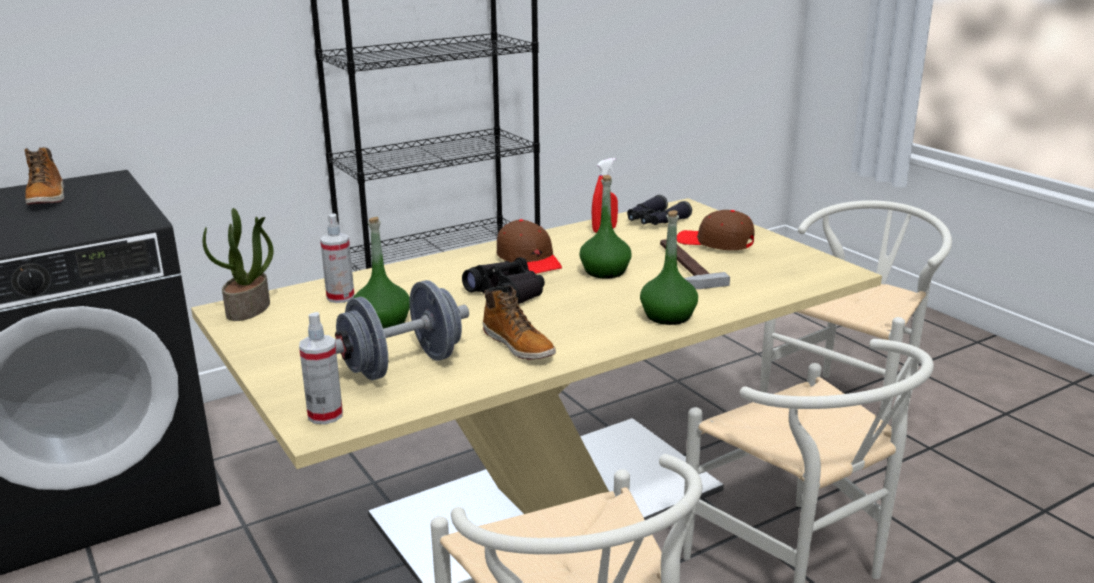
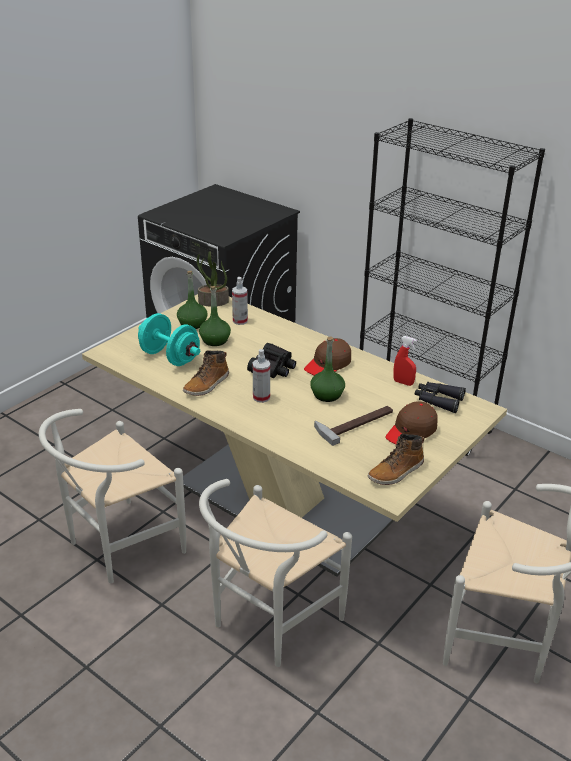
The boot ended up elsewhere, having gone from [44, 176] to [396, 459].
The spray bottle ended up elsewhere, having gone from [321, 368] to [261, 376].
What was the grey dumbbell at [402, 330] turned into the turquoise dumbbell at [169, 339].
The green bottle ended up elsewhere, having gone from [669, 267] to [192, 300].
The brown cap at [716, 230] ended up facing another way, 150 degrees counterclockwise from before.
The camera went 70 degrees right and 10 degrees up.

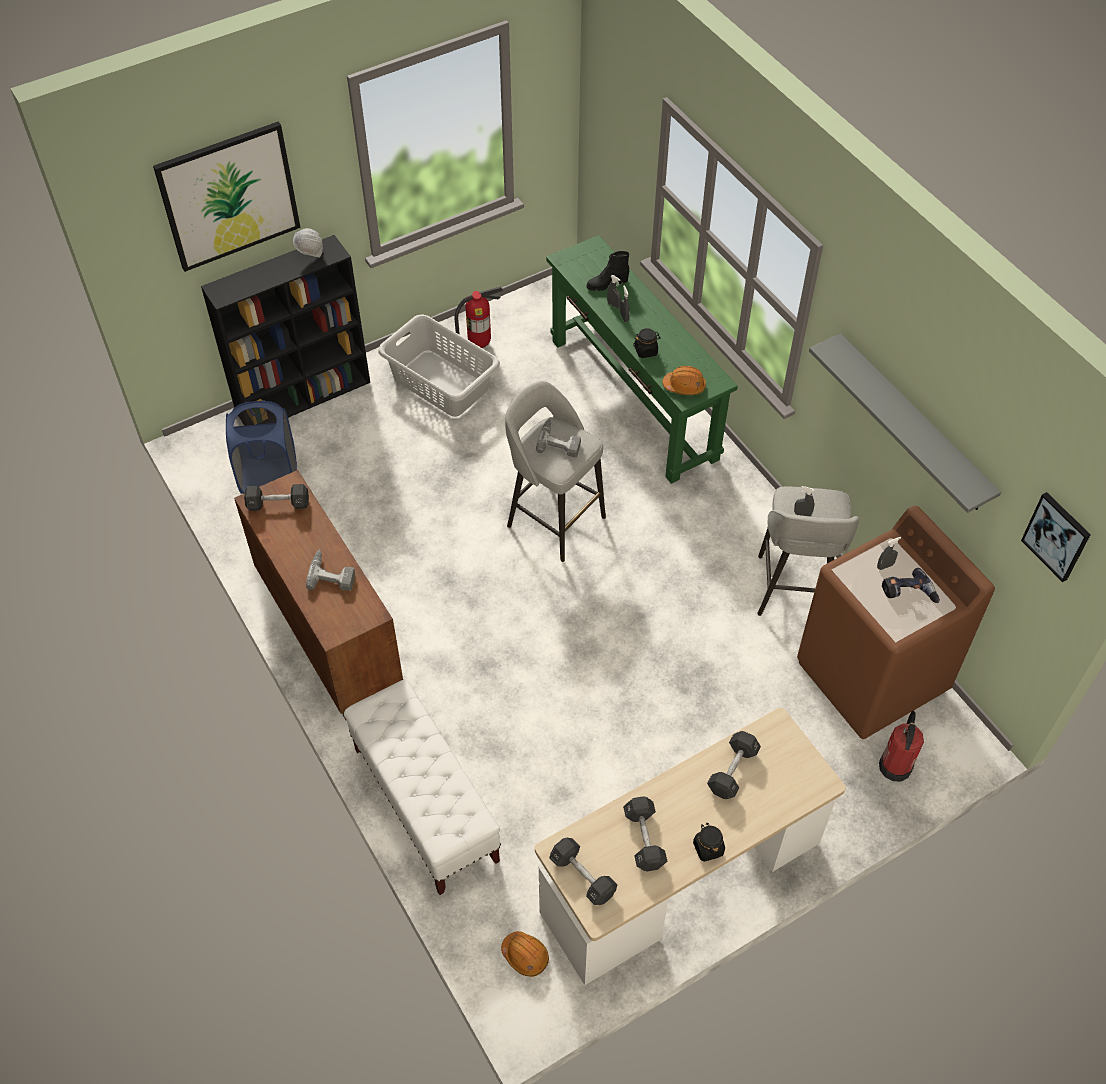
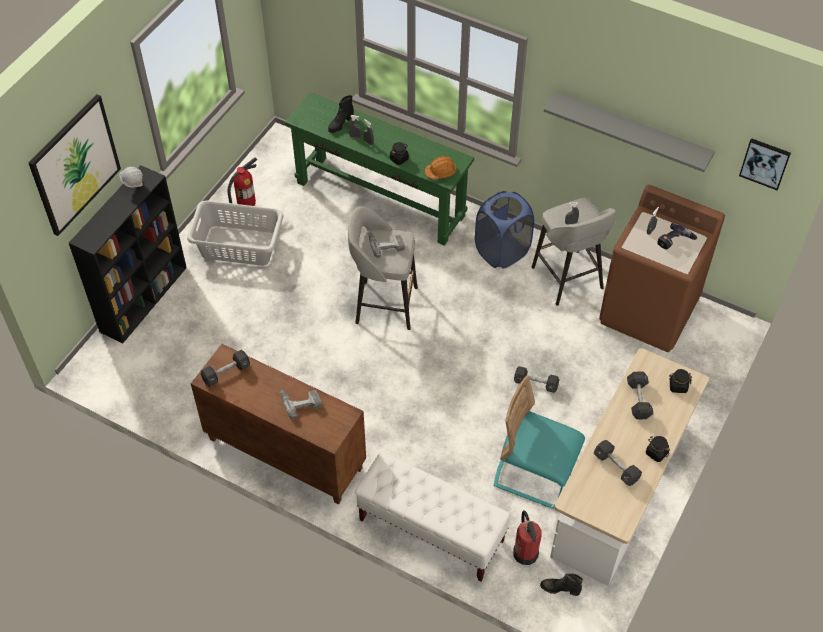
The blue laundry basket ended up elsewhere, having gone from [261, 447] to [504, 229].
Where the orange hard hat stood at [525, 954], the black boot came to stand at [561, 584].
The black dumbbell ended up elsewhere, having gone from [583, 871] to [536, 379].
The fire extinguisher ended up elsewhere, having gone from [901, 746] to [527, 537].
The second view gained the turquoise chair at [539, 441].
The second view gained the black jar at [680, 381].
The camera went 30 degrees left and 0 degrees up.

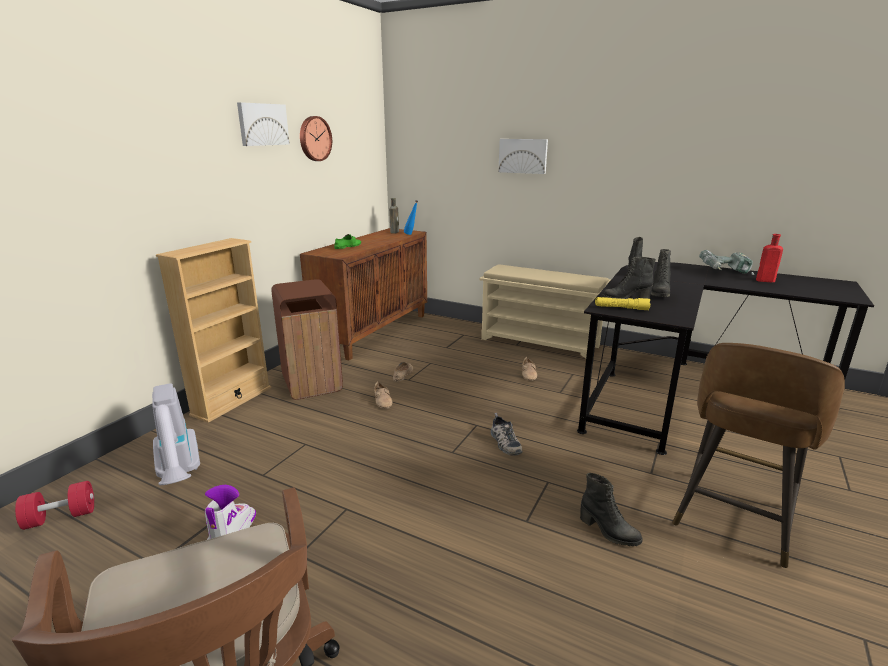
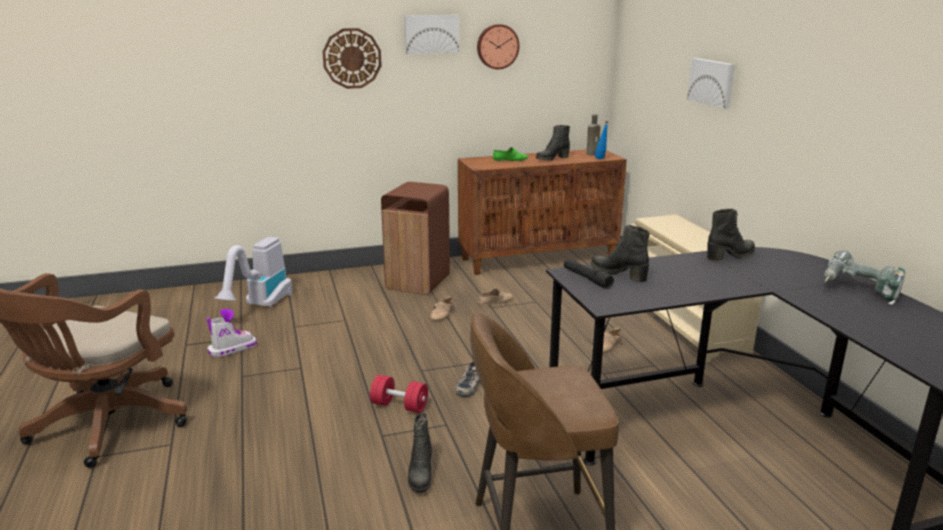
The red dumbbell ended up elsewhere, having gone from [54, 505] to [399, 394].
The second view lost the beige bookcase at [213, 330].
What was the yellow flashlight at [622, 303] turned into the black flashlight at [589, 274].
The black boot ended up elsewhere, having gone from [661, 273] to [553, 143].
The second view lost the red bottle at [769, 258].
The second view gained the wall clock at [352, 58].
The camera went 45 degrees right and 0 degrees up.

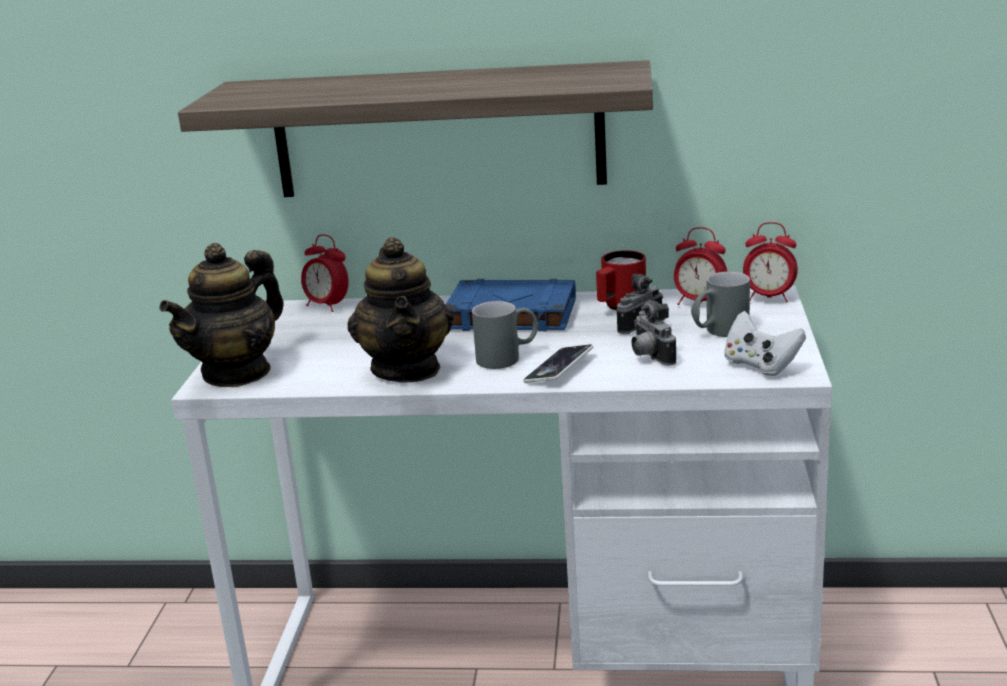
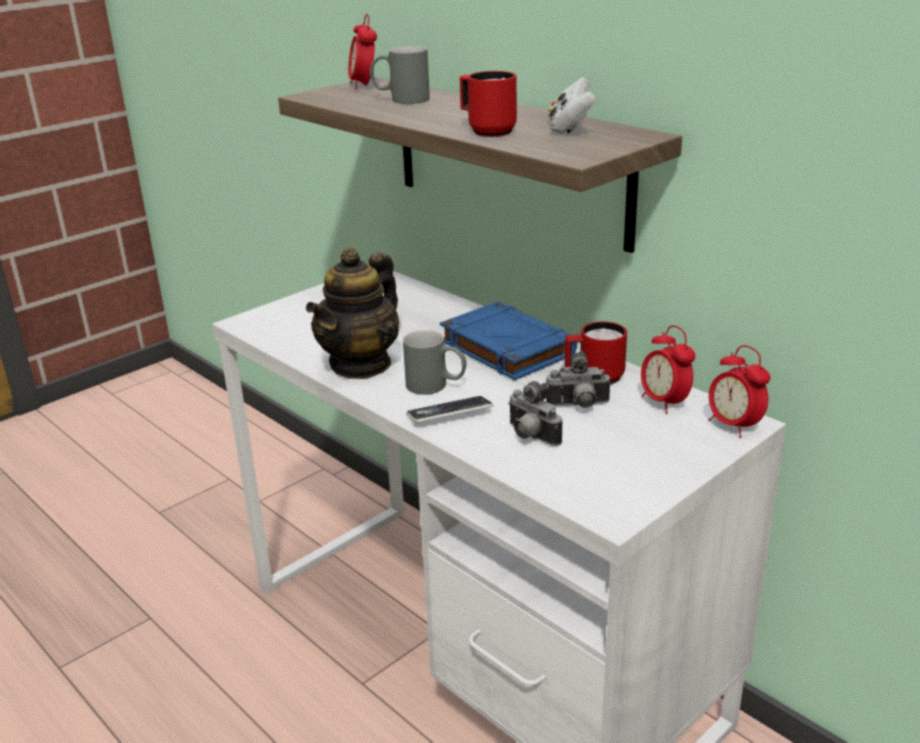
The second view lost the teapot at [221, 315].
The alarm clock ended up elsewhere, having gone from [325, 273] to [362, 52].
The photo camera at [654, 333] ended up facing another way, 60 degrees counterclockwise from before.
The grey mug ended up elsewhere, having gone from [720, 304] to [400, 75].
The white game controller ended up elsewhere, having gone from [765, 343] to [572, 105].
The second view gained the red mug at [488, 104].
The camera went 40 degrees right and 5 degrees up.

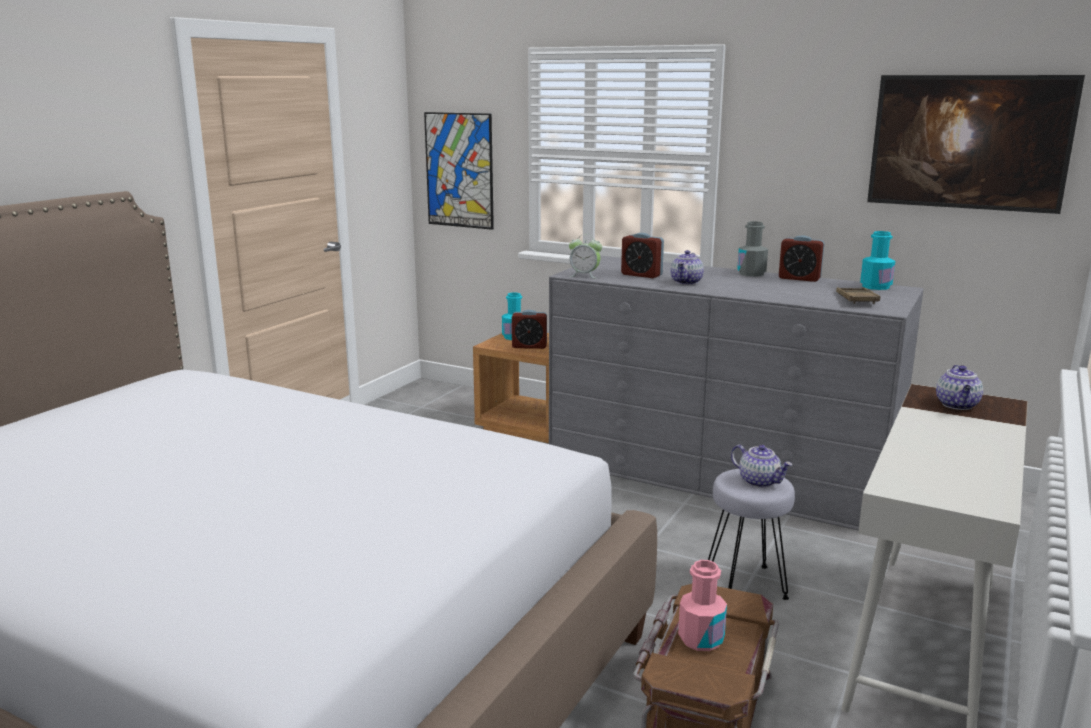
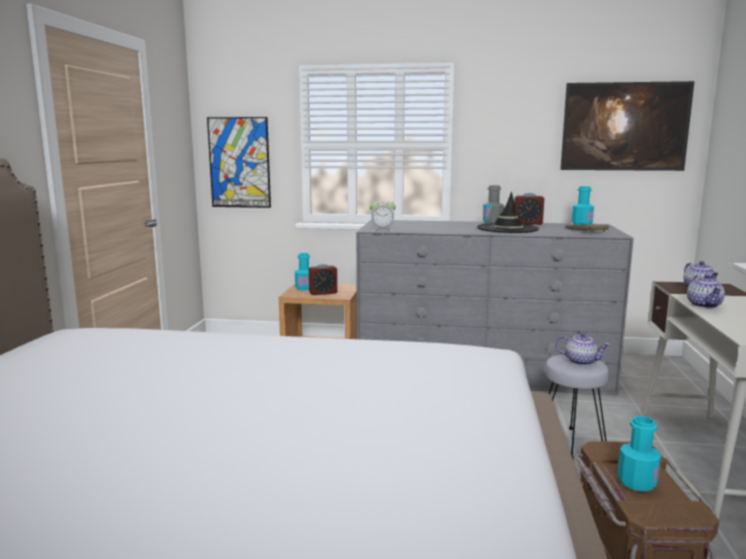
The second view lost the alarm clock at [642, 255].
The teapot ended up elsewhere, having gone from [687, 267] to [706, 291].
What was the pink bottle at [702, 605] turned into the turquoise bottle at [639, 454].
The second view gained the black hat at [508, 212].
The camera went 20 degrees left and 5 degrees down.

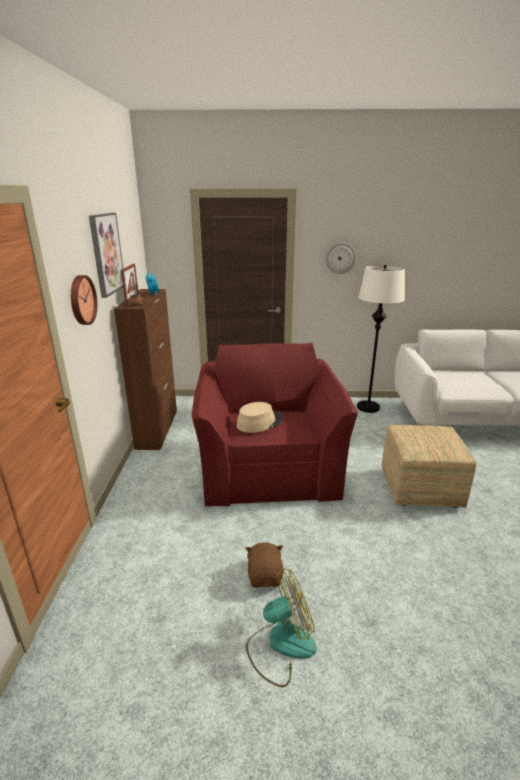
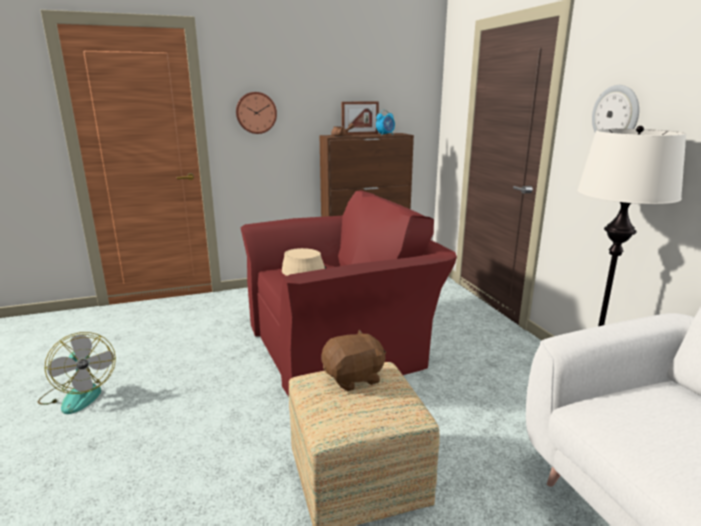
The second view lost the picture at [106, 255].
The brown plush toy ended up elsewhere, having gone from [264, 565] to [353, 360].
The camera went 70 degrees right and 5 degrees down.

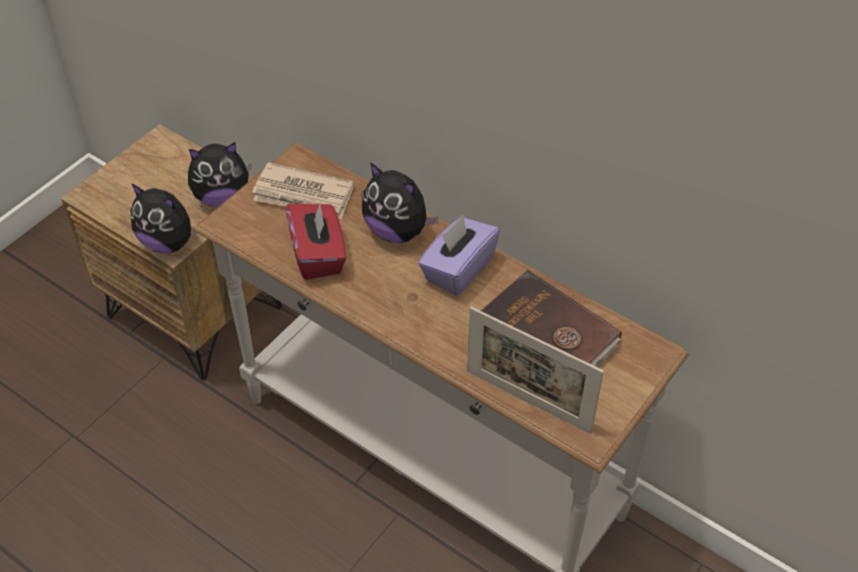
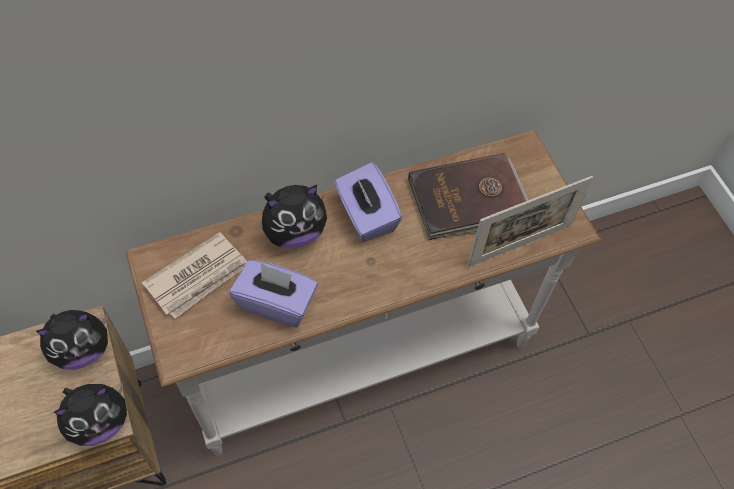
The plush toy at [220, 174] ended up facing another way, 45 degrees clockwise from before.
What was the red tissue box at [316, 240] turned into the purple tissue box at [274, 294].
The camera went 60 degrees left and 10 degrees up.

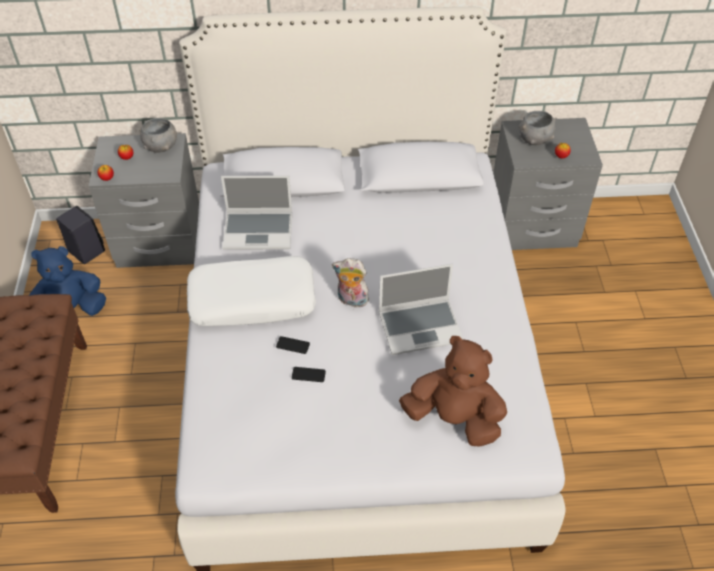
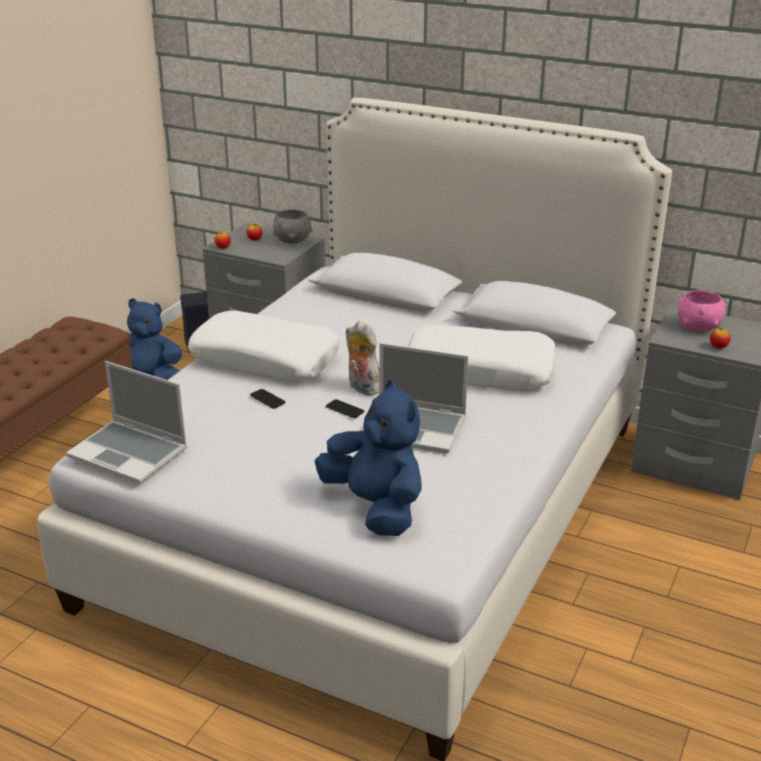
The laptop ended up elsewhere, having gone from [256, 212] to [126, 422].
The phone ended up elsewhere, having gone from [309, 374] to [345, 408].
What was the brown plush toy at [453, 391] turned into the blue plush toy at [368, 458].
What was the grey bowl at [537, 128] turned into the pink bowl at [702, 311].
The second view gained the white pillow at [482, 357].
The camera went 30 degrees right and 20 degrees down.

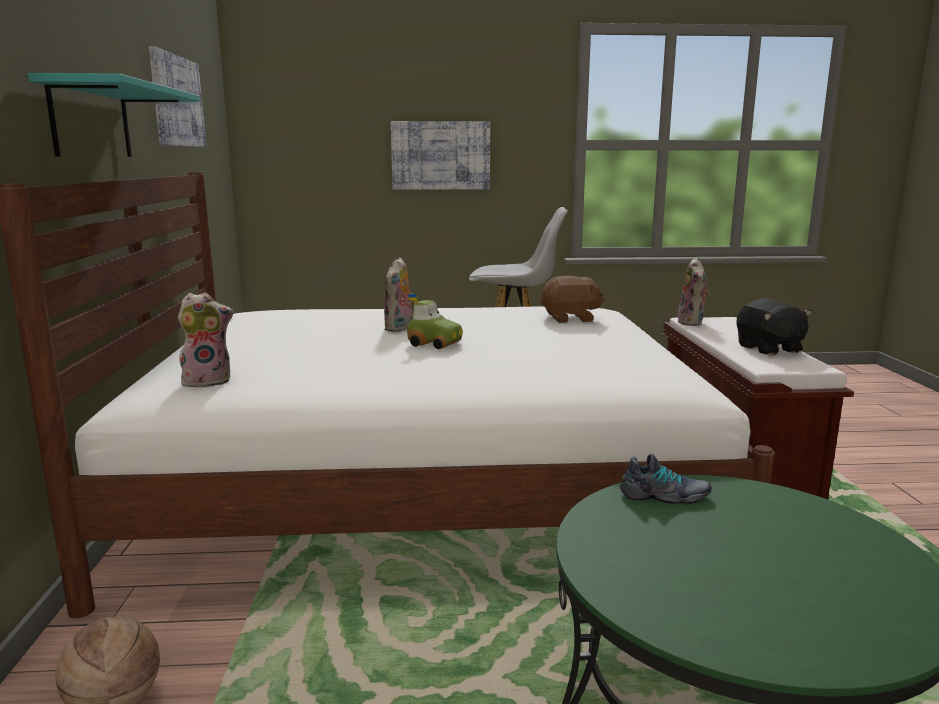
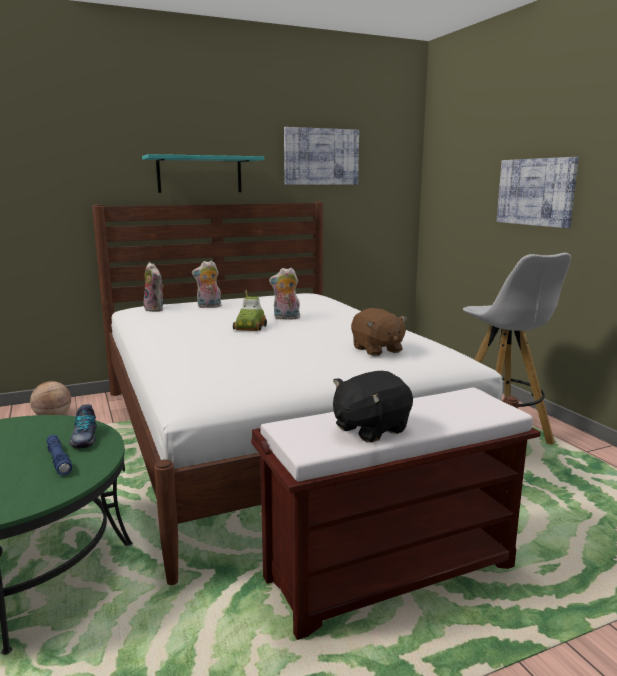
The plush toy ended up elsewhere, having gone from [693, 292] to [206, 284].
The second view gained the blue flashlight at [59, 455].
The camera went 70 degrees right and 0 degrees up.

